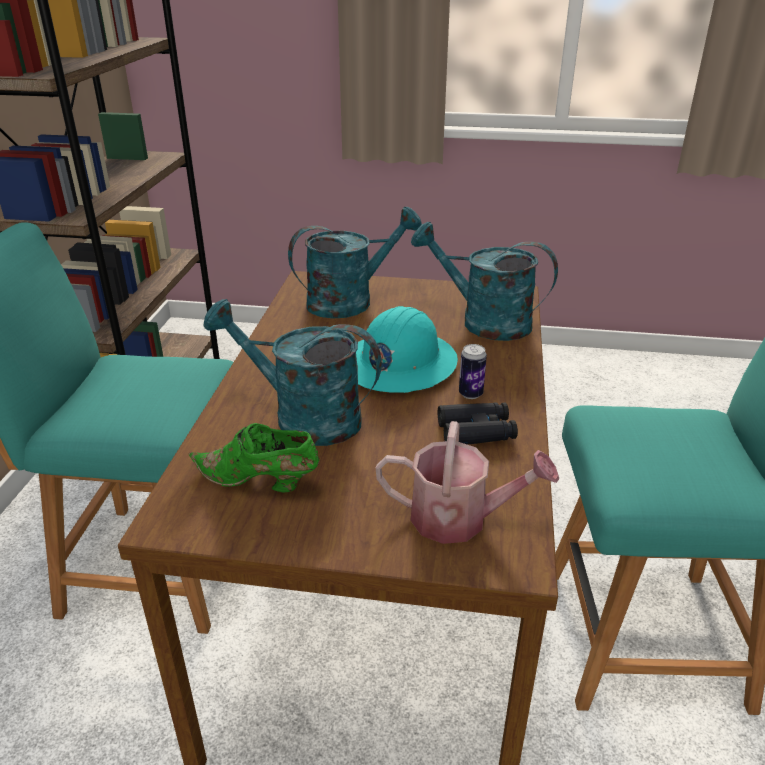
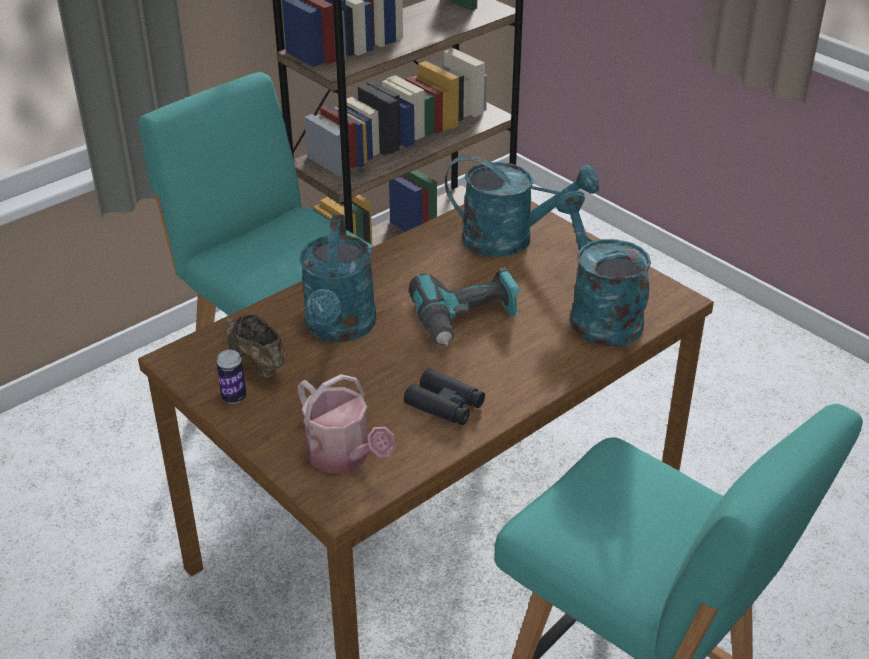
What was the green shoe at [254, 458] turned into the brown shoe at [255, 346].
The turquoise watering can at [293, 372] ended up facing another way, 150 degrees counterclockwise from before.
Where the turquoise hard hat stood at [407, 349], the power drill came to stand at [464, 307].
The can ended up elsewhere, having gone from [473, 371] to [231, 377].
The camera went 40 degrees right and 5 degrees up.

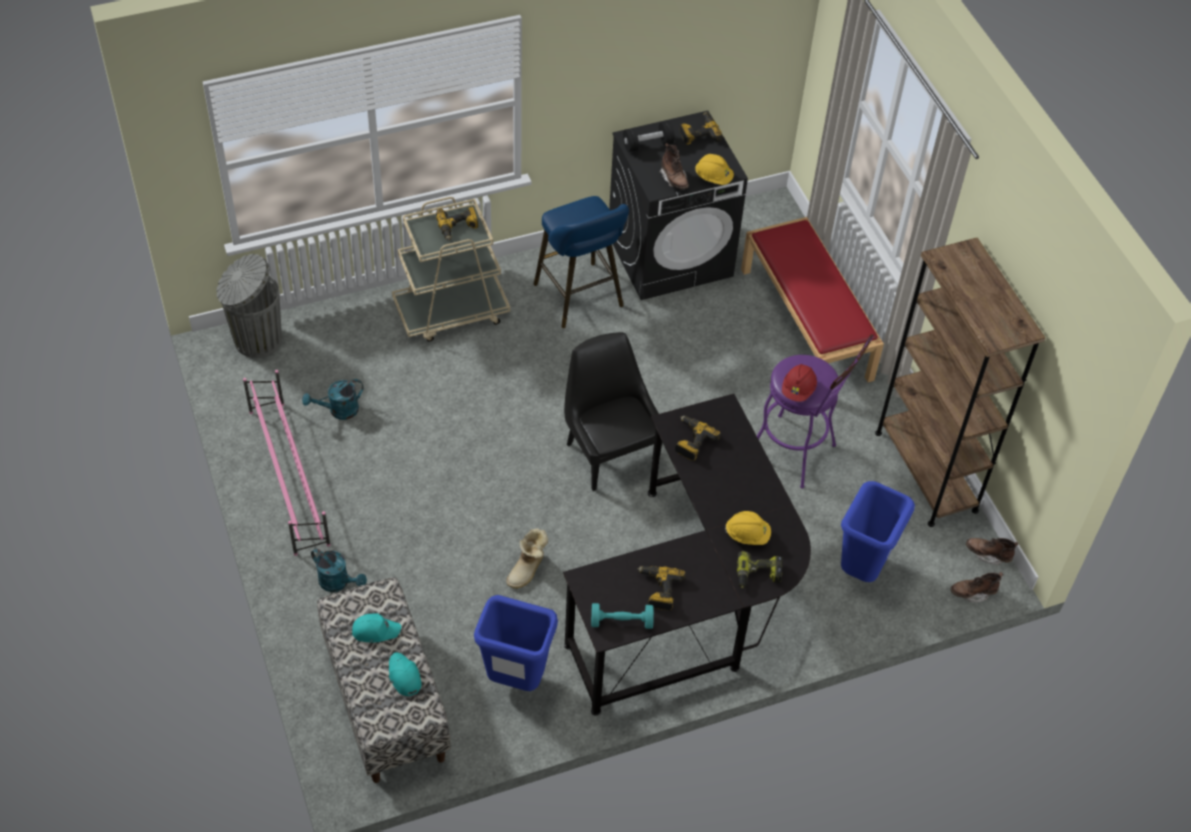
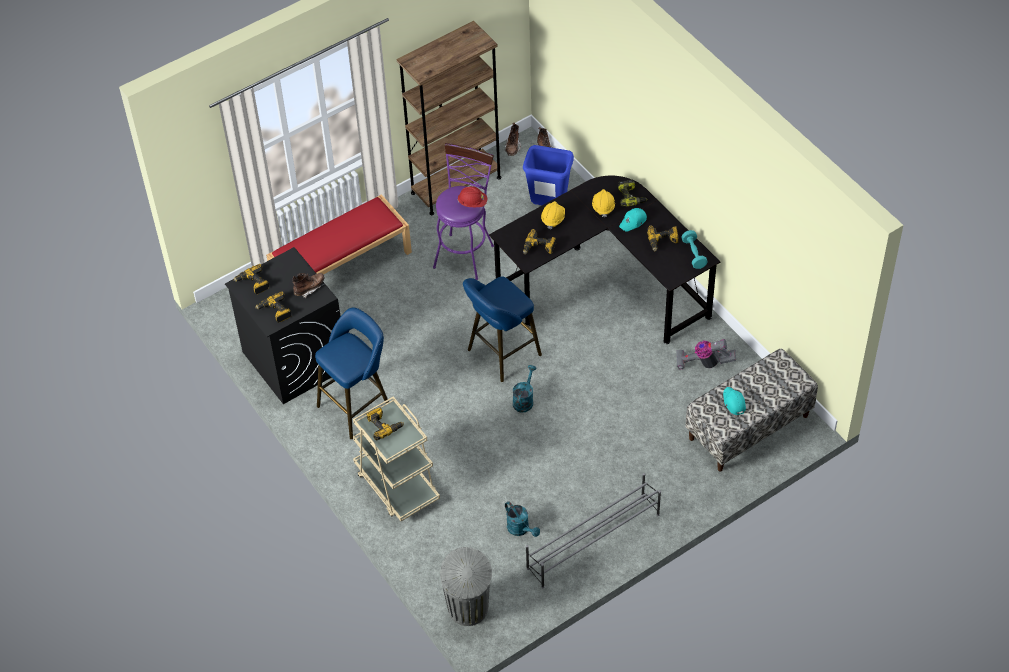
What was the pink shoe rack at [287, 463] turned into the grey shoe rack at [593, 530].
The turquoise watering can ended up elsewhere, having gone from [339, 570] to [524, 388].
The turquoise cap ended up elsewhere, having gone from [405, 674] to [633, 220].
Where the blue trash can stood at [516, 643], the vacuum cleaner came to stand at [706, 354].
The second view lost the boot at [527, 558].
Where the black chair stood at [613, 411], the blue stool came to stand at [502, 329].
Where the black dumbbell stood at [649, 136], the power drill came to stand at [273, 307].
The yellow hard hat ended up elsewhere, having gone from [714, 169] to [553, 215].
The camera went 100 degrees left and 0 degrees up.

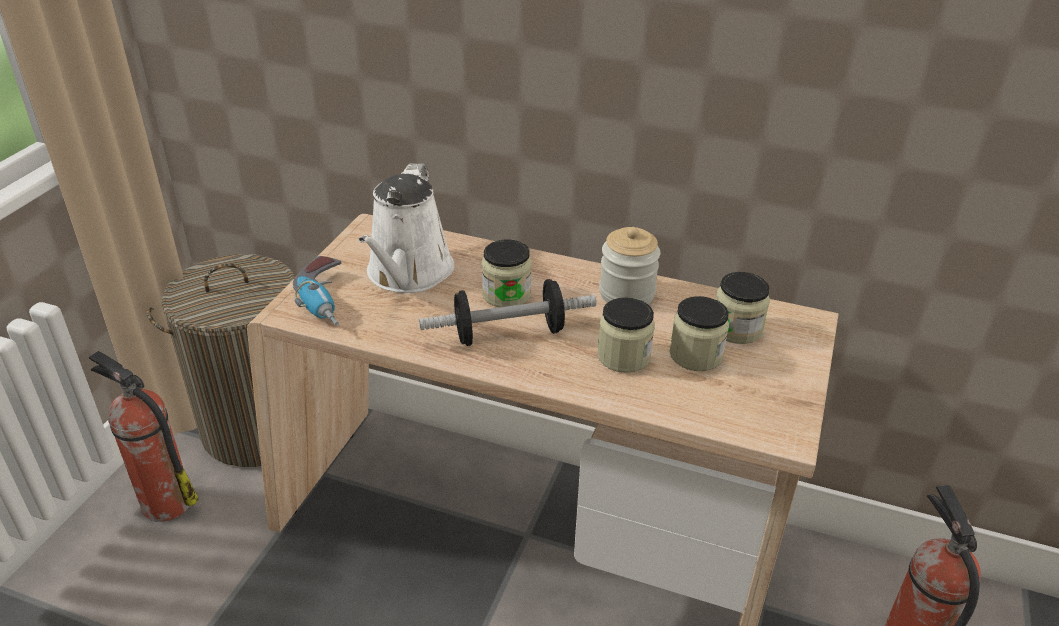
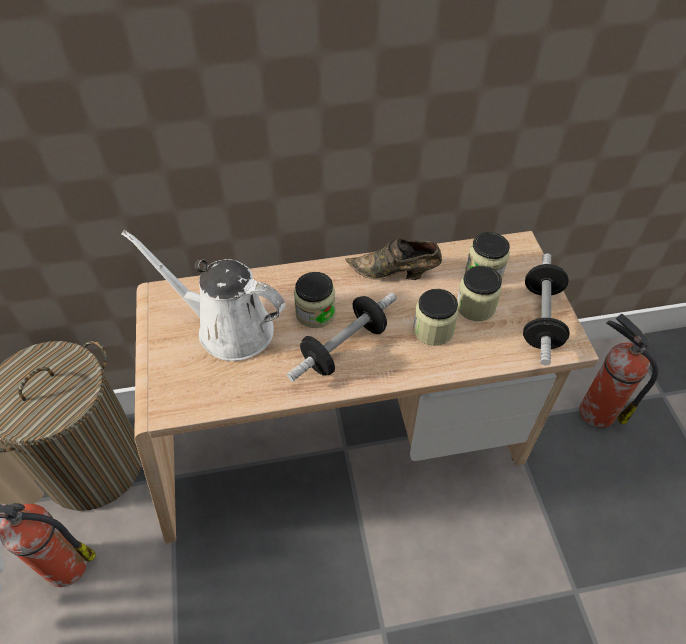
The second view lost the power drill at [317, 291].
The white watering can at [406, 228] ended up facing another way, 135 degrees clockwise from before.
Where the jar stood at [629, 265], the brown shoe came to stand at [393, 259].
The second view gained the dumbbell at [546, 309].
The camera went 30 degrees left and 15 degrees up.

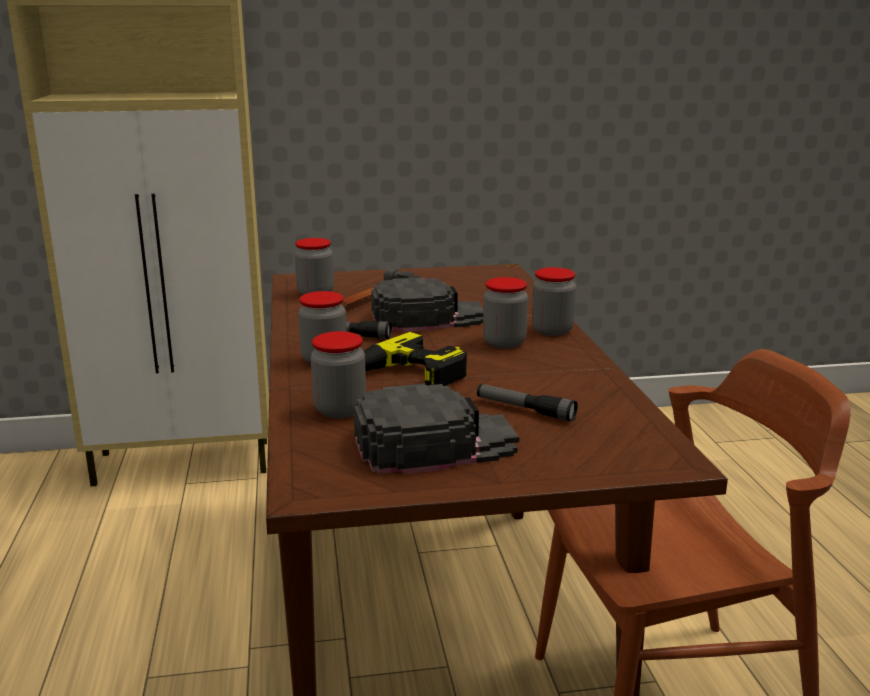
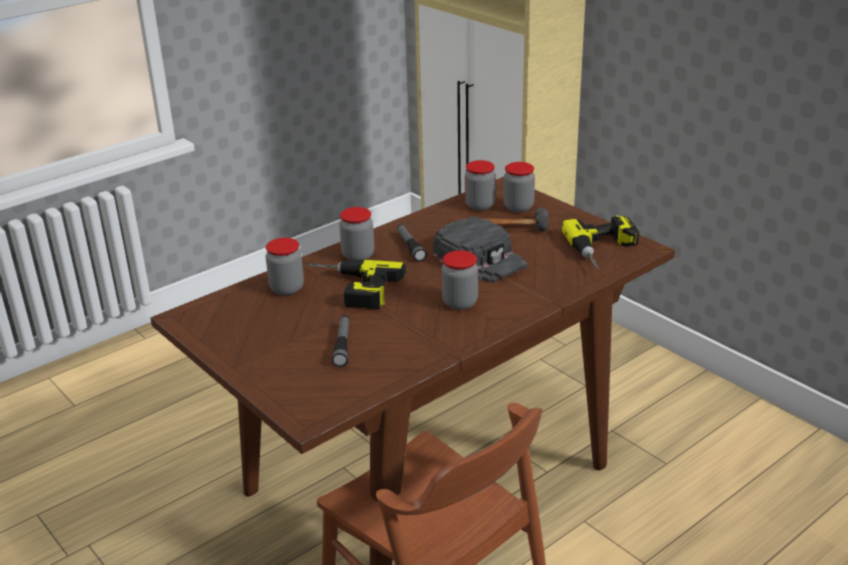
The second view lost the black cap at [436, 428].
The jar ended up elsewhere, having gone from [554, 301] to [519, 187].
The second view gained the power drill at [600, 242].
The camera went 60 degrees right and 10 degrees up.

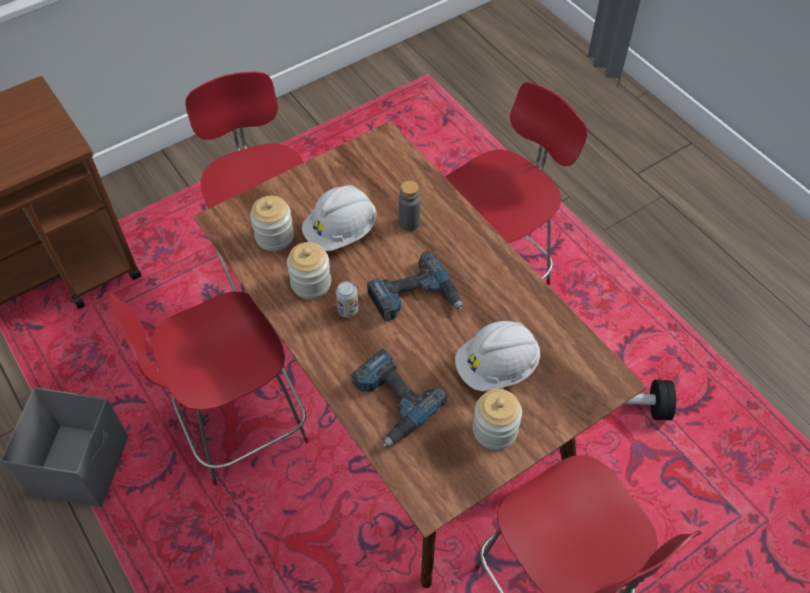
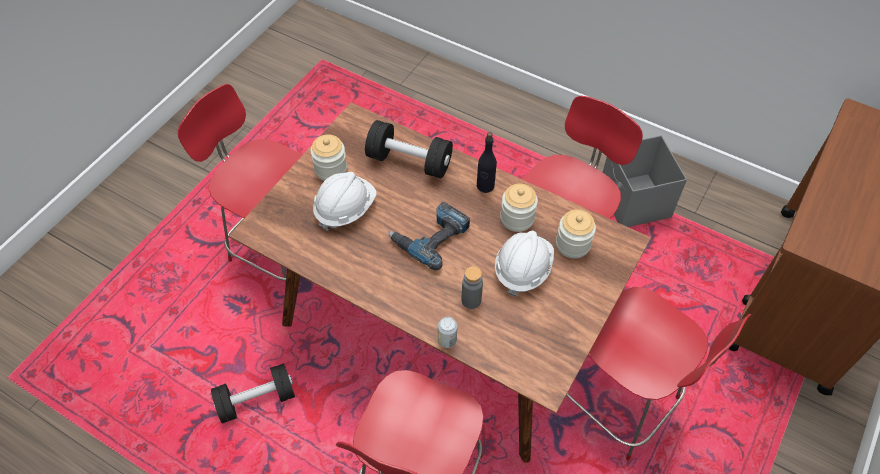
The can ended up elsewhere, having gone from [347, 299] to [447, 332].
Where the power drill stood at [399, 398], the black dumbbell came to stand at [409, 149].
The second view gained the black bottle at [487, 162].
The camera went 155 degrees right and 0 degrees up.

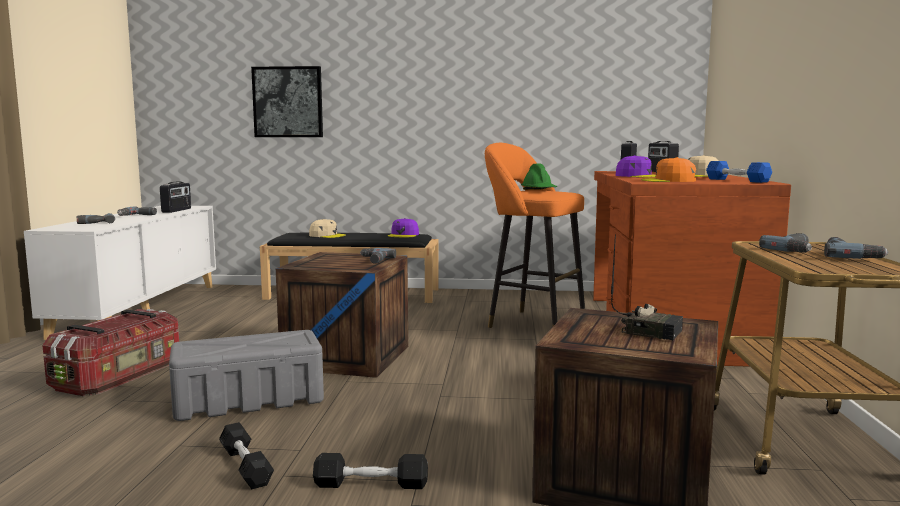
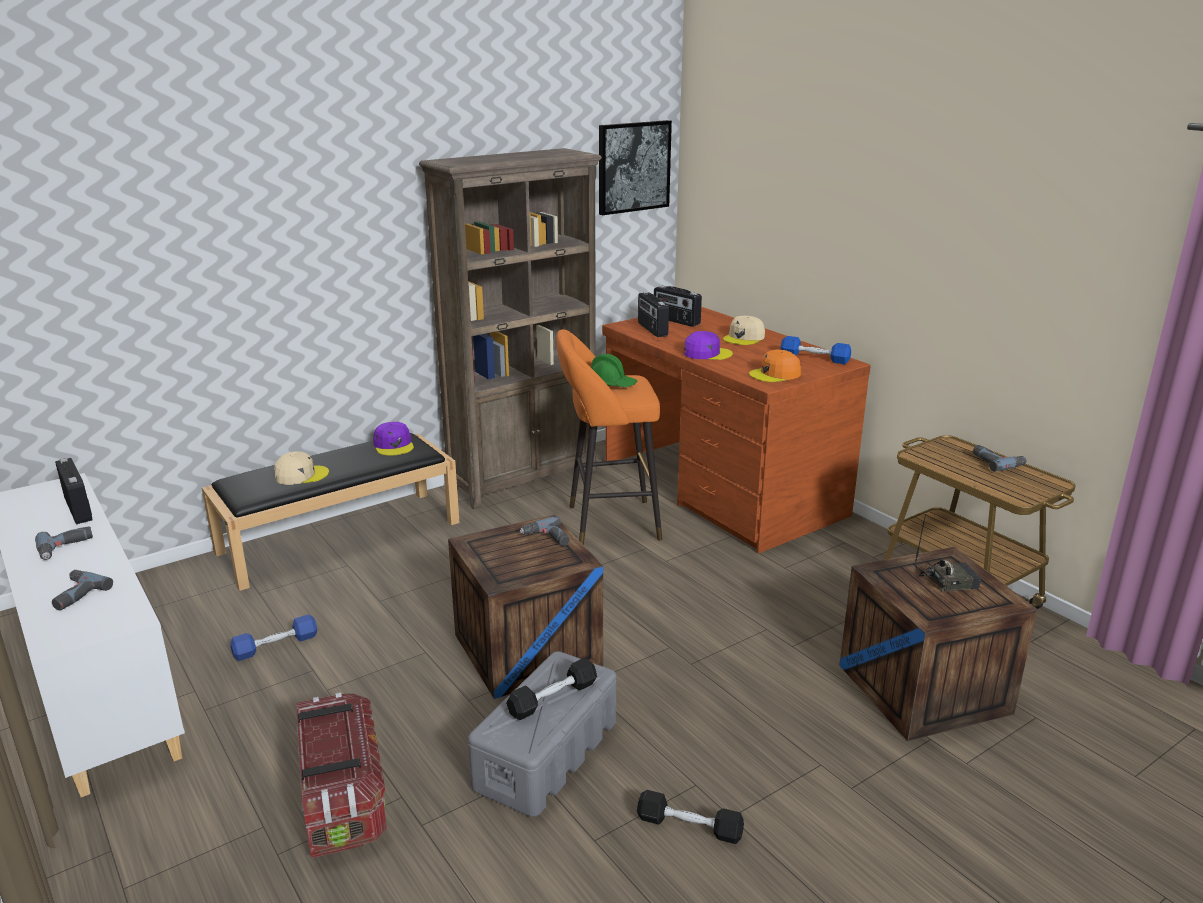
The picture ended up elsewhere, having gone from [287, 101] to [635, 167].
The black dumbbell ended up elsewhere, having gone from [370, 471] to [551, 688].
The second view lost the power drill at [785, 243].
The second view gained the blue dumbbell at [273, 638].
The second view gained the brown bookcase at [510, 328].
The camera went 40 degrees left and 15 degrees up.

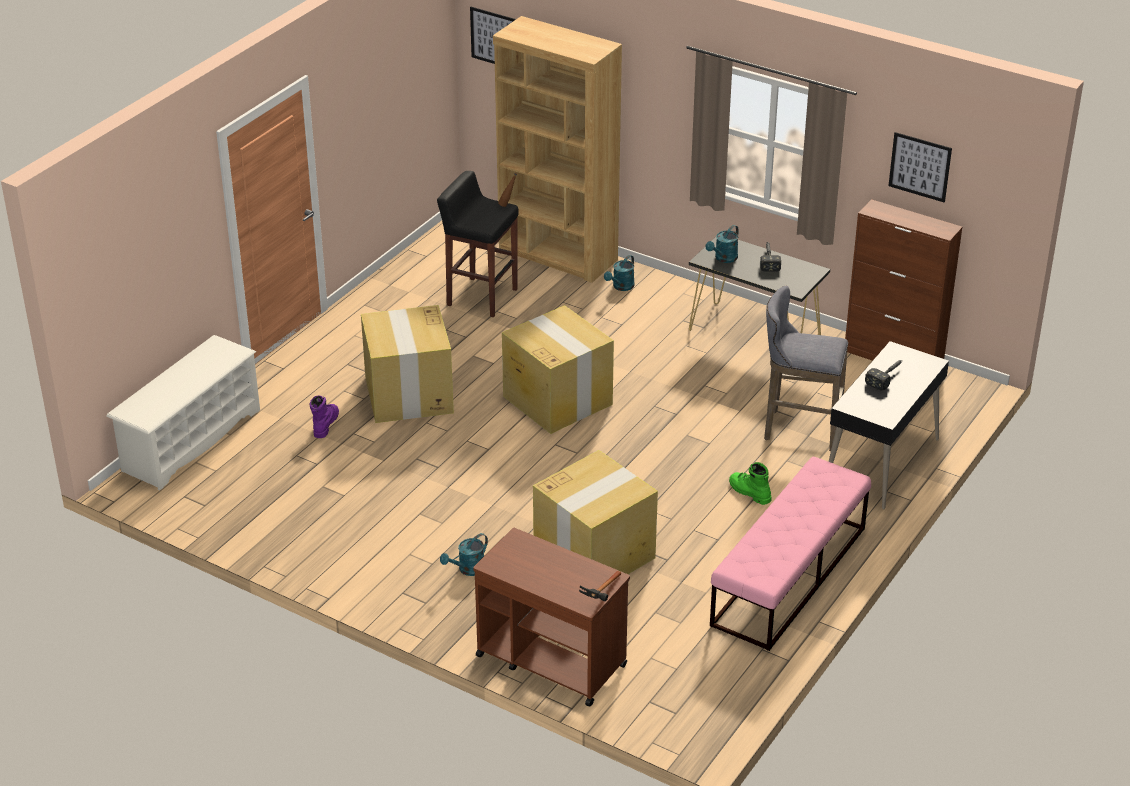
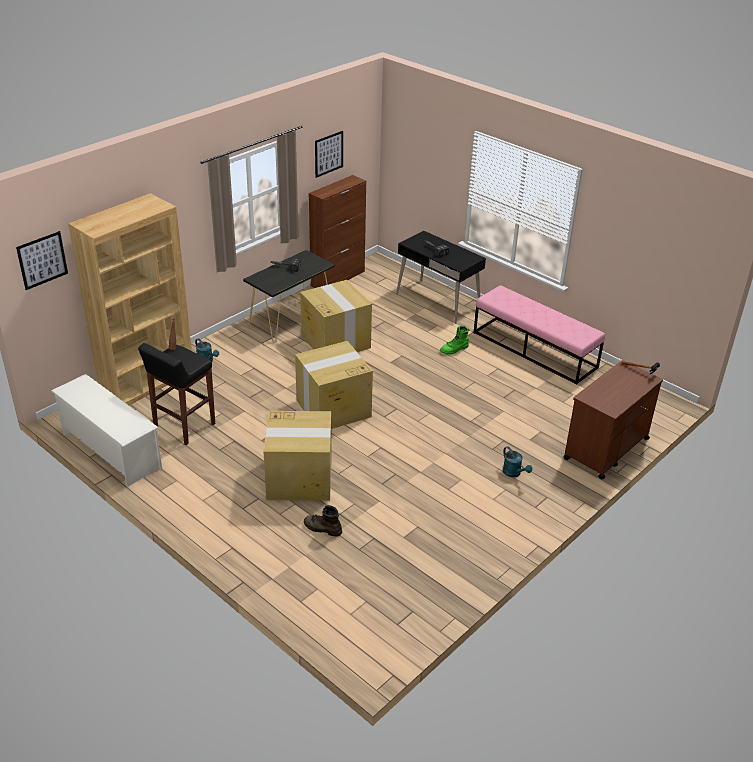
The white shoe rack ended up elsewhere, having gone from [183, 412] to [106, 430].
What was the purple boot at [324, 416] turned into the brown boot at [323, 521].
The cardboard box ended up elsewhere, having gone from [595, 512] to [336, 316].
The second view lost the turquoise watering can at [722, 244].
The second view lost the grey stool at [806, 368].
The camera went 80 degrees left and 0 degrees up.

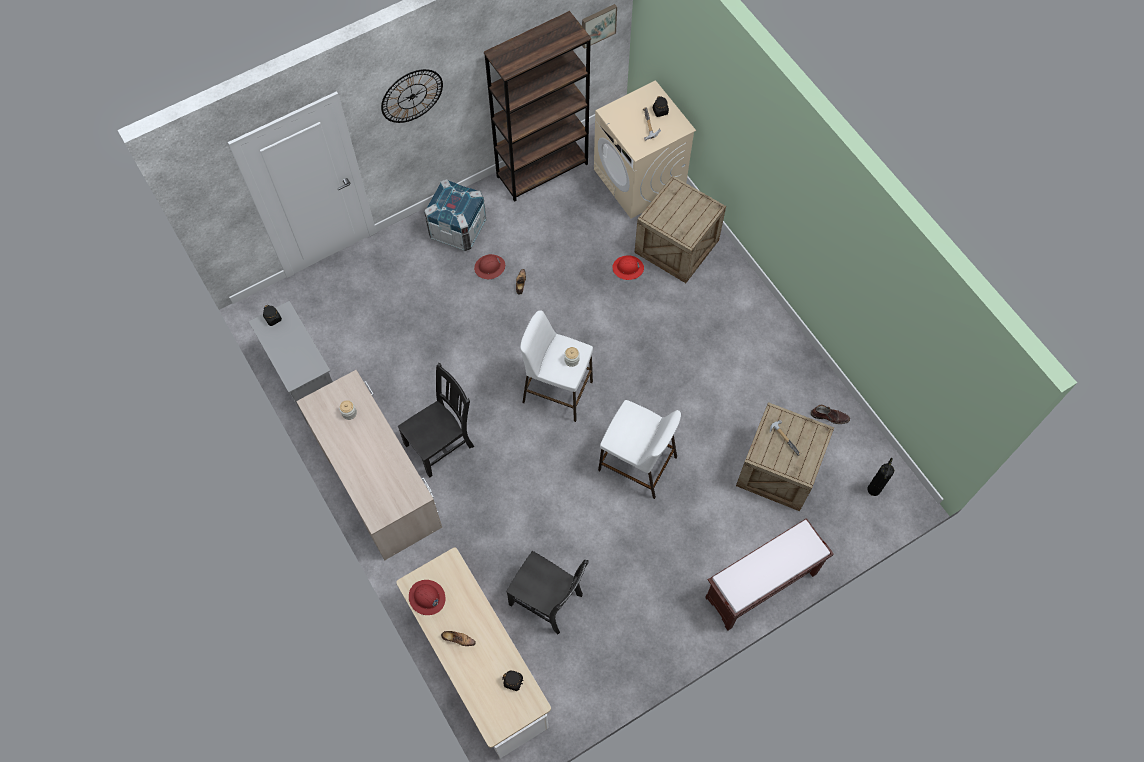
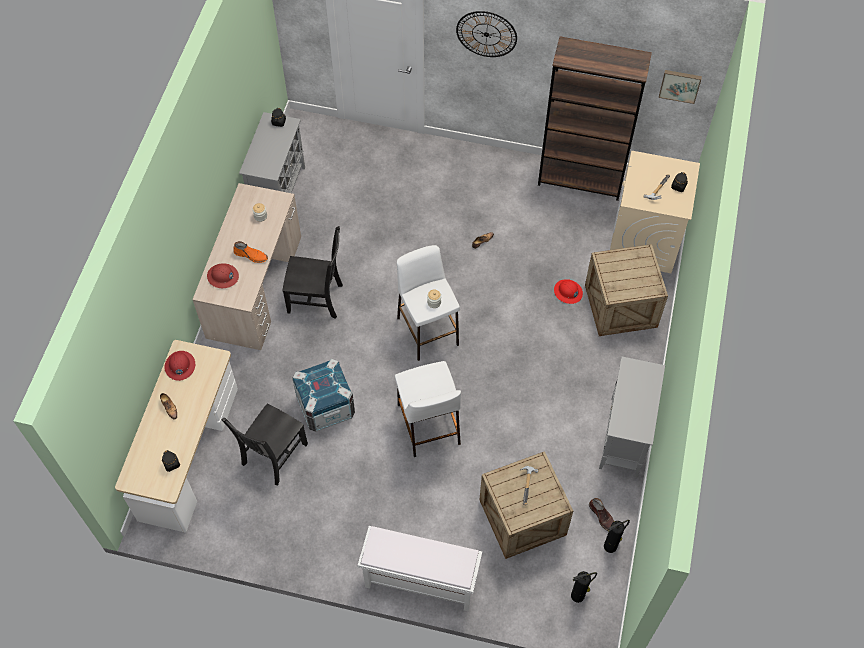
The crate ended up elsewhere, having gone from [455, 215] to [323, 395].
The red hard hat ended up elsewhere, having gone from [489, 266] to [223, 275].
The black chair at [547, 593] ended up facing another way, 45 degrees clockwise from before.
What was the brown bench at [769, 574] turned into the white bench at [419, 568].
The second view gained the orange boot at [250, 252].
The second view gained the grey cabinet at [632, 416].
The second view gained the fire extinguisher at [617, 536].
The camera went 45 degrees right and 5 degrees down.

